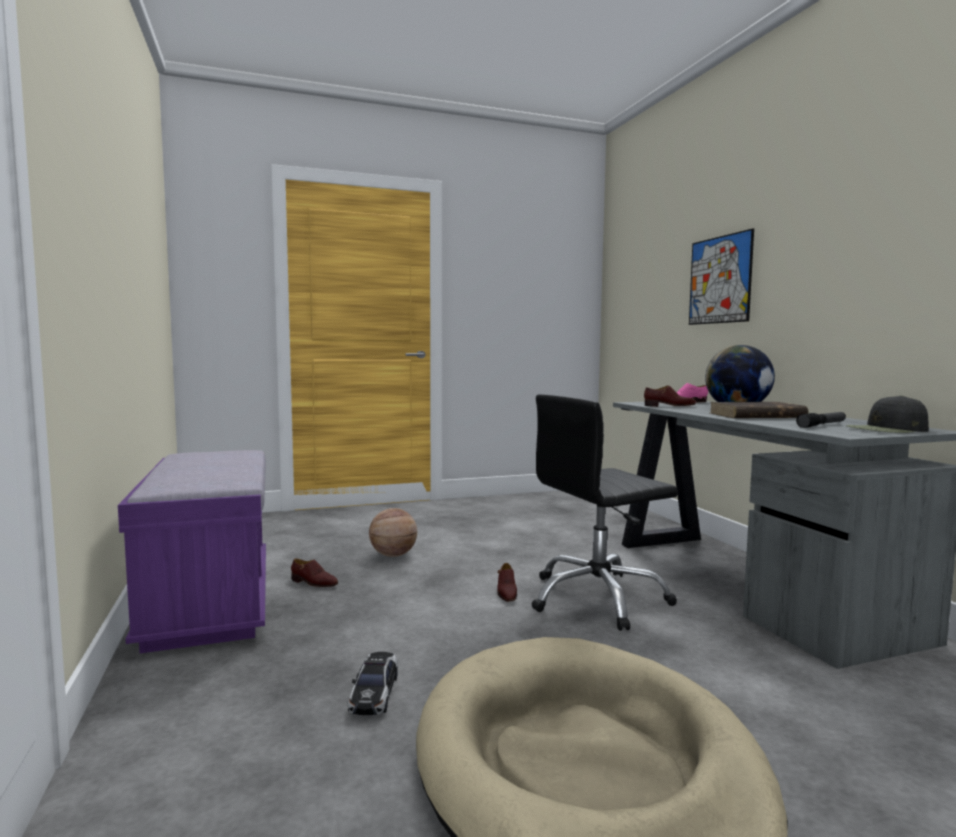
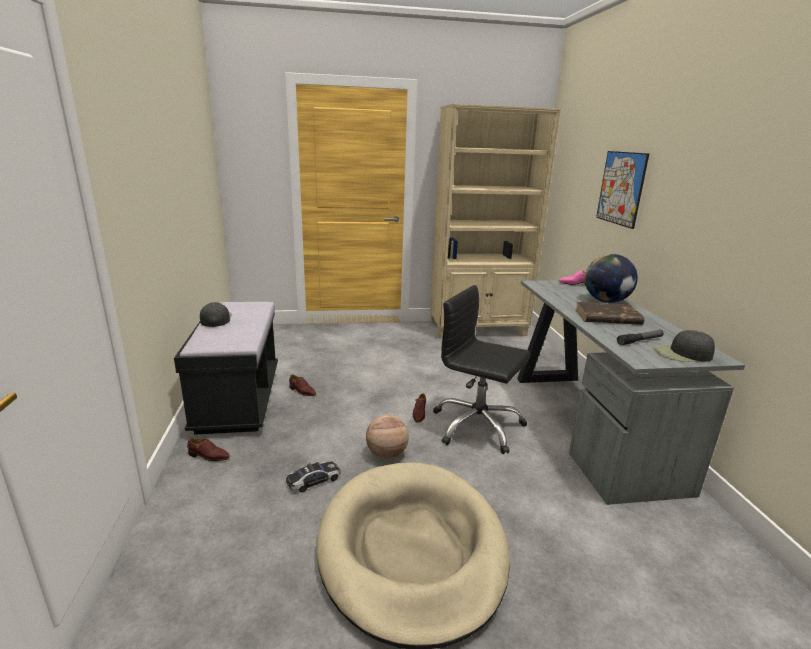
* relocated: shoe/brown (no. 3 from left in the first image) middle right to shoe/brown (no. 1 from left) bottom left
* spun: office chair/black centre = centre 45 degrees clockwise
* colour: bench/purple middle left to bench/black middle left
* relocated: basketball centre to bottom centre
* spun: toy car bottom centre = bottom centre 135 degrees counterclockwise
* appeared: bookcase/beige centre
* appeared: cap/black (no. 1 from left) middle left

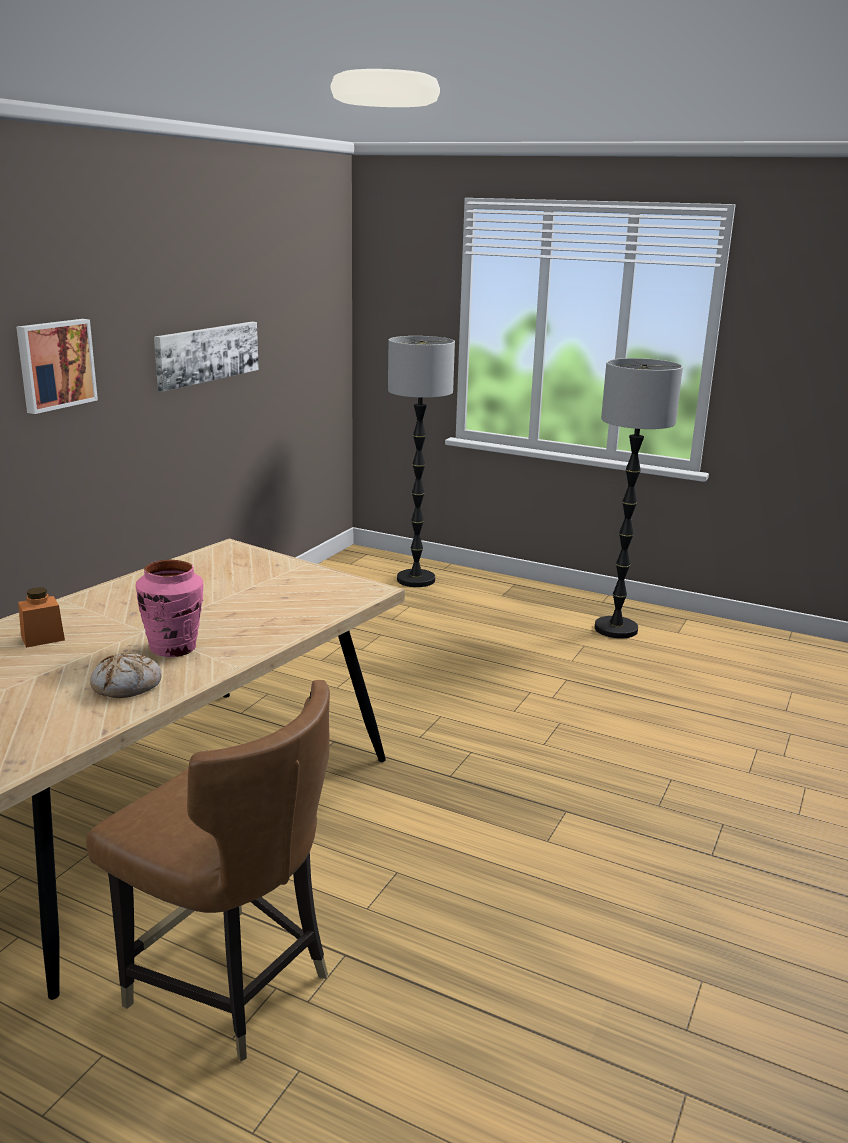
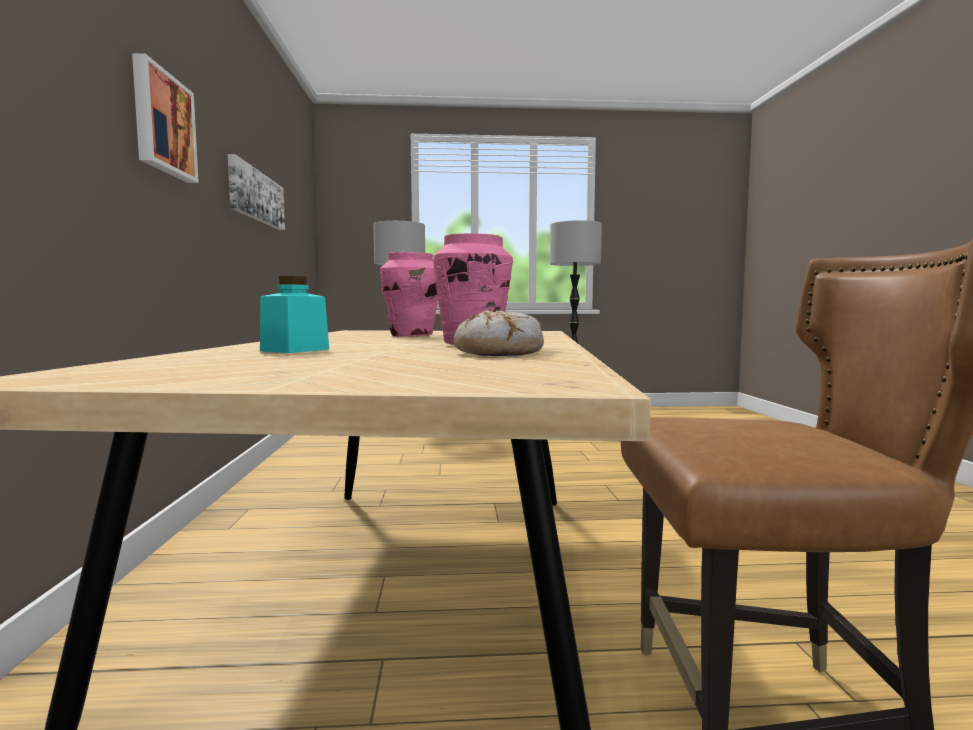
* colour: jar/orange middle left to jar/turquoise middle left
* appeared: vase/pink (no. 1 from left) centre

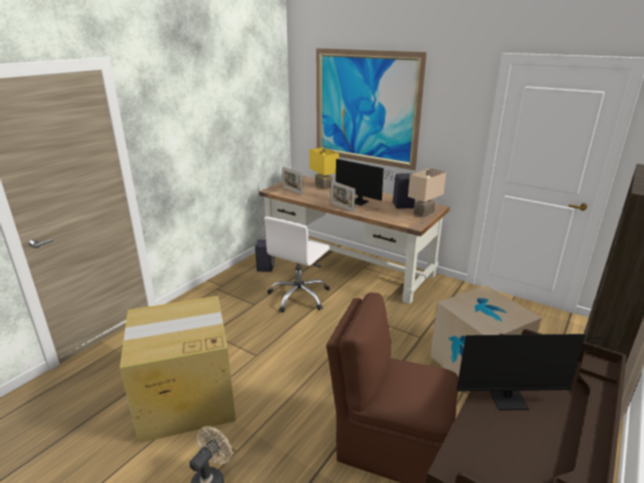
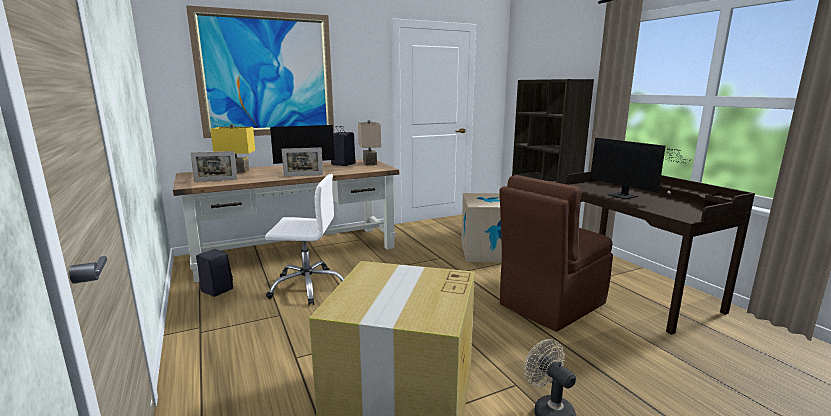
* spun: office chair/white centre = centre 60 degrees counterclockwise
* spun: monitor (no. 2 from left) bottom right = middle right 120 degrees clockwise

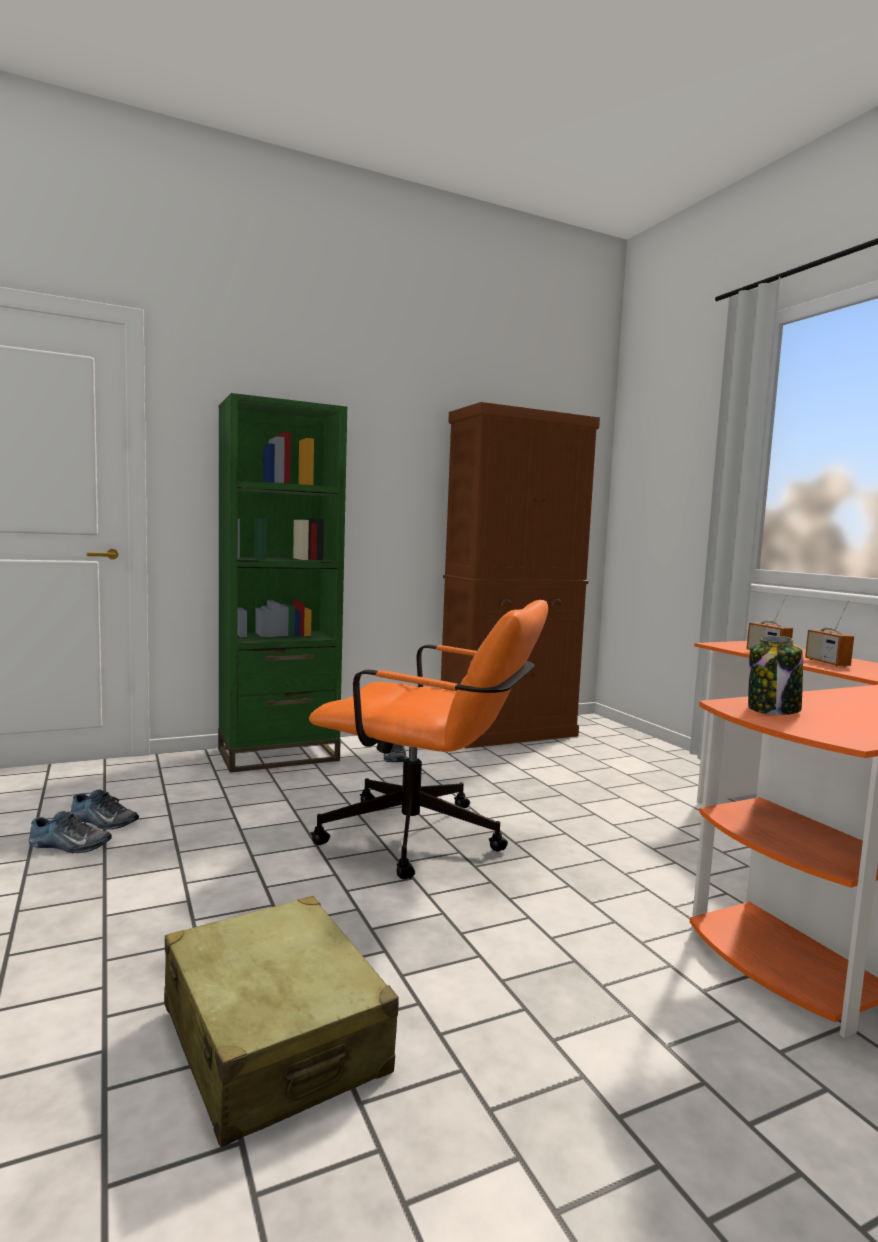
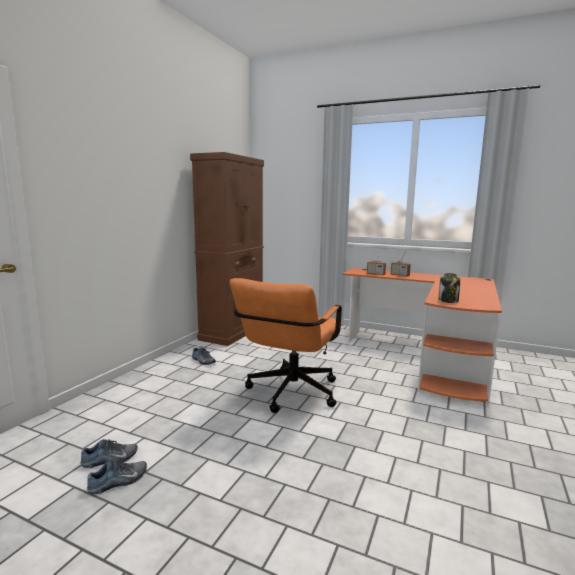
* missing: bookcase/green middle left
* spun: office chair/orange centre = centre 135 degrees clockwise
* missing: suitcase/beige bottom left

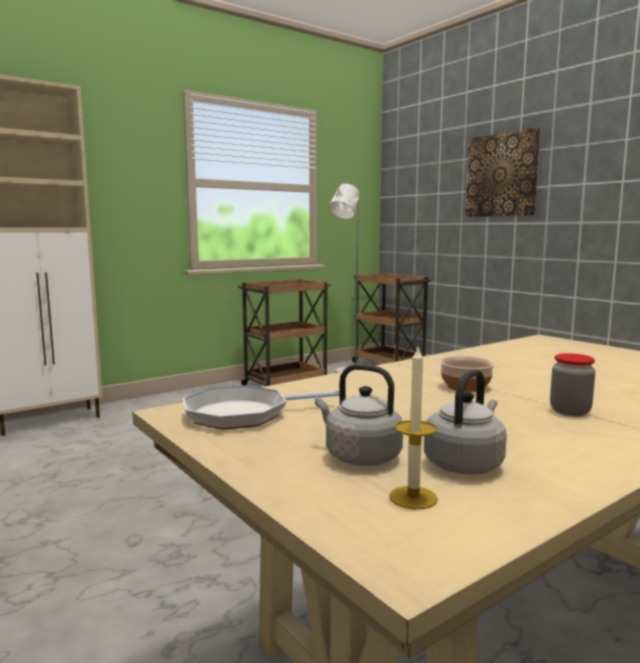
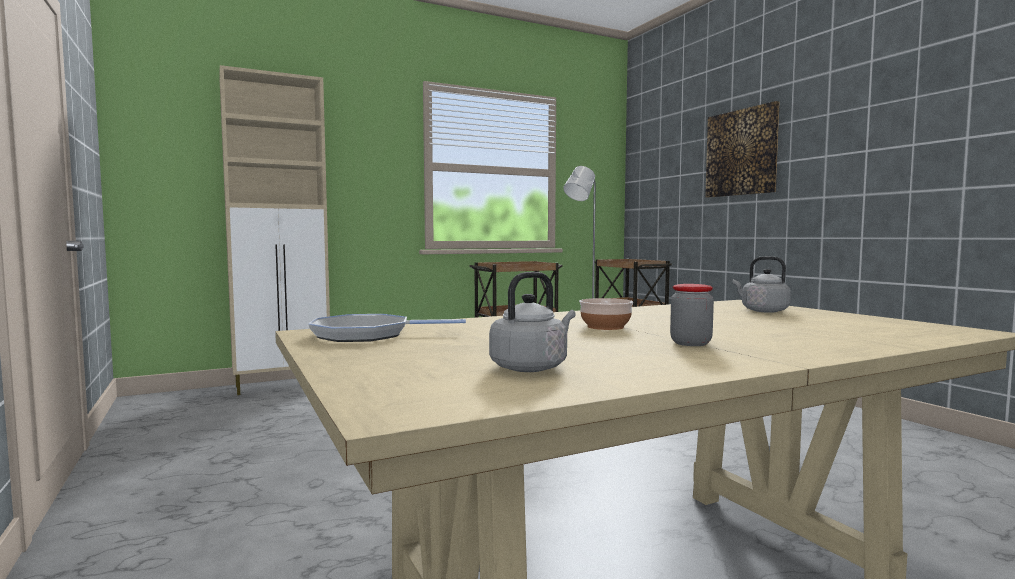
* missing: candle centre
* relocated: kettle/grey (no. 1 from left in the first image) centre to kettle/grey (no. 2 from left) middle right

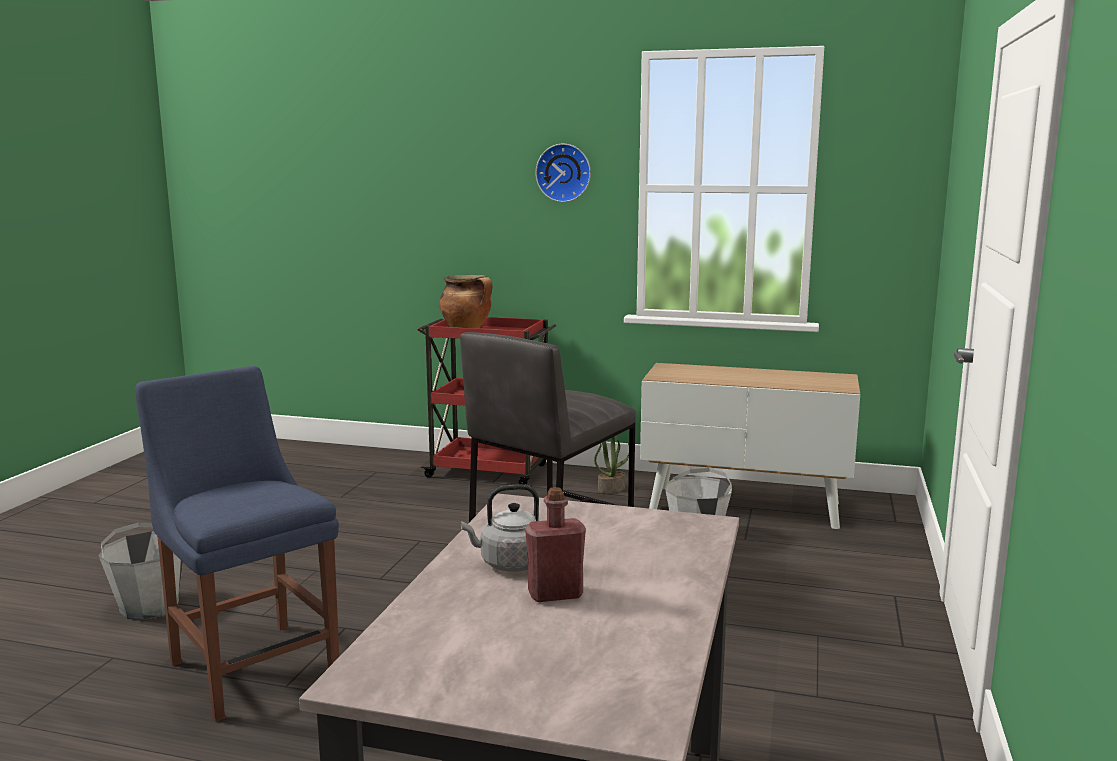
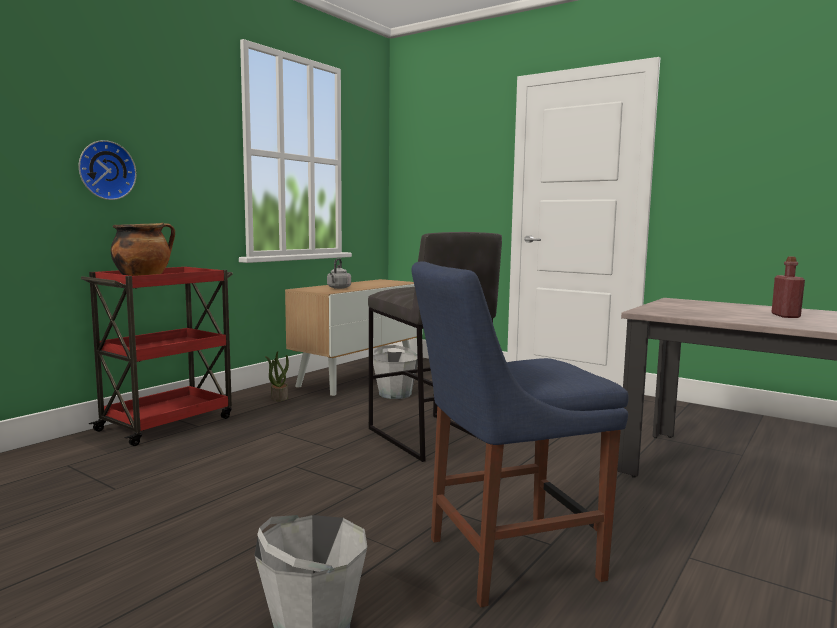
* relocated: wall clock top centre to top left
* relocated: kettle/grey bottom centre to centre

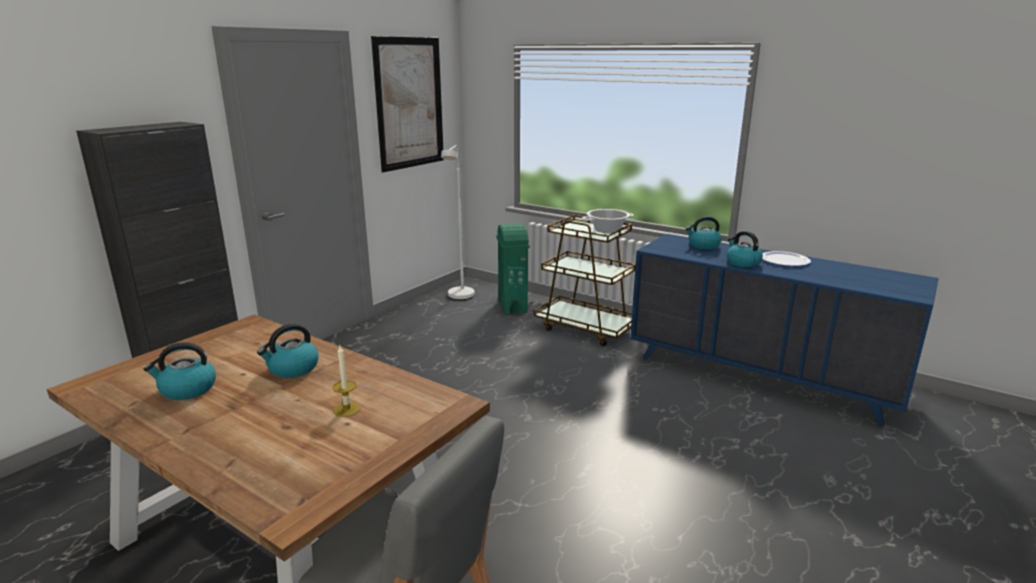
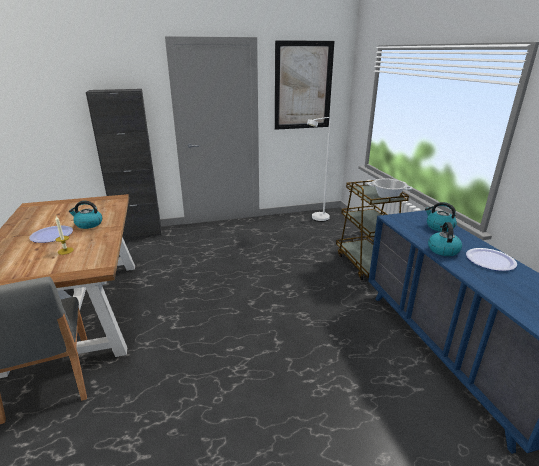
* missing: trash can/green centre
* missing: kettle (no. 1 from left) middle left
* appeared: plate (no. 1 from left) middle left

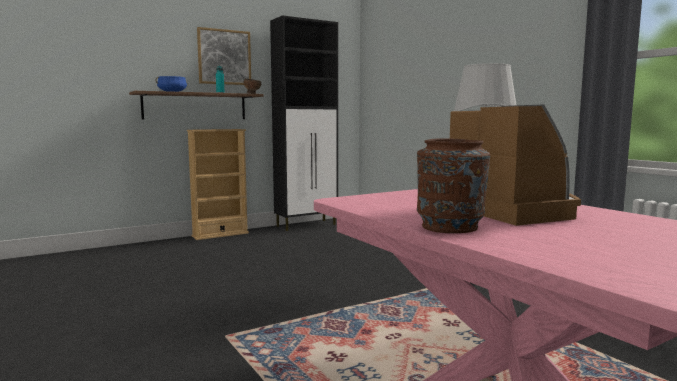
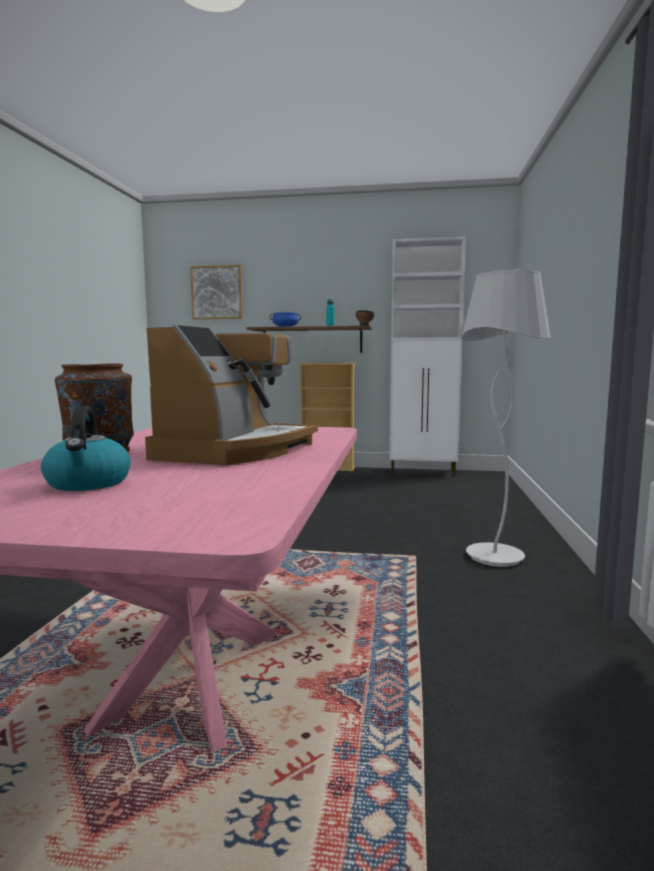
* colour: cabinet/black top centre to cabinet/white centre
* relocated: picture top left to middle left
* appeared: kettle middle left

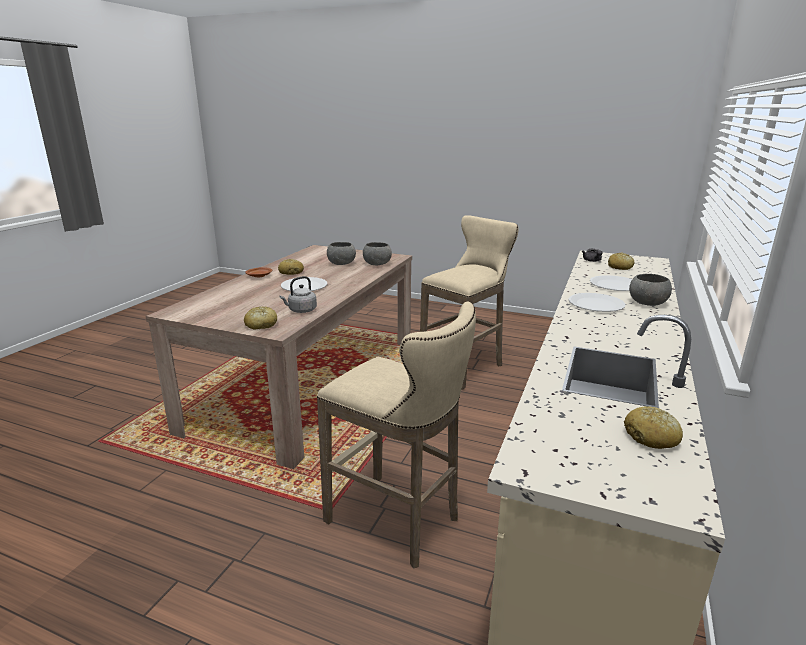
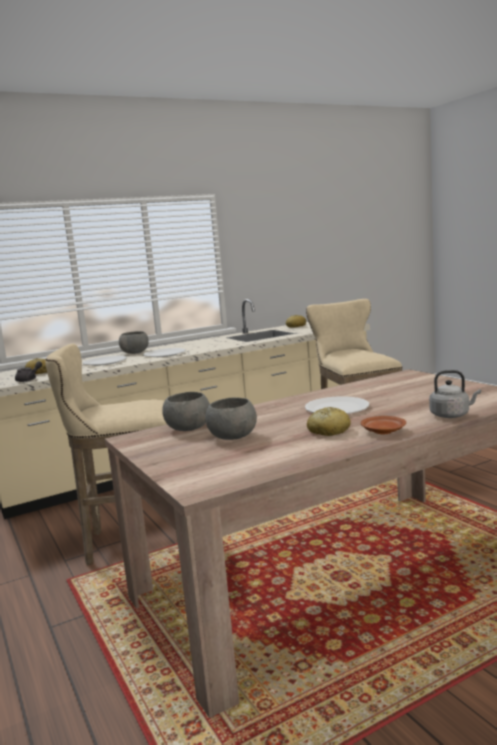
* relocated: kettle/grey centre to middle right
* missing: bread (no. 1 from left) middle left

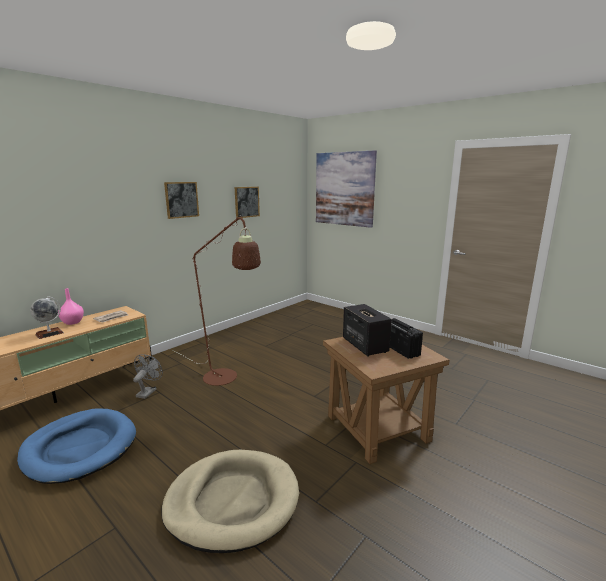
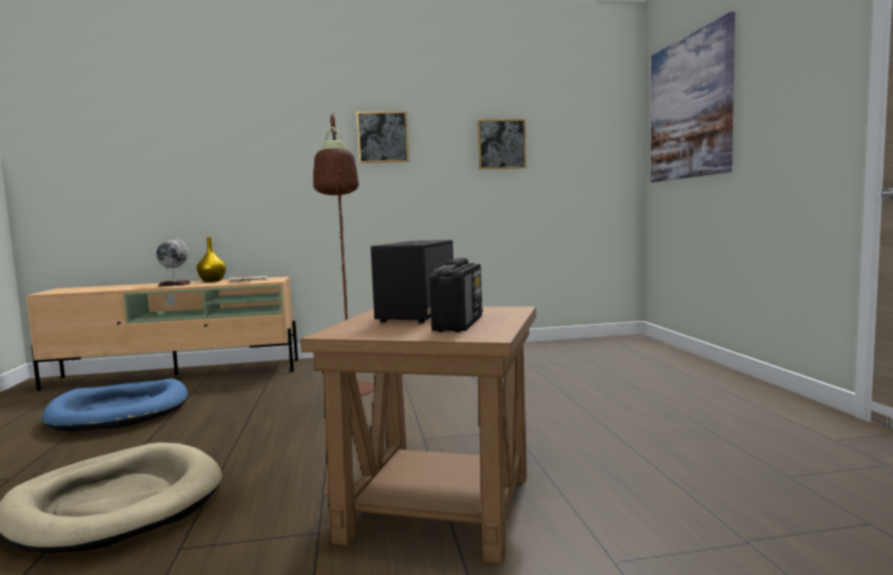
* colour: vase/pink middle left to vase/yellow middle left
* missing: fan/grey middle left

